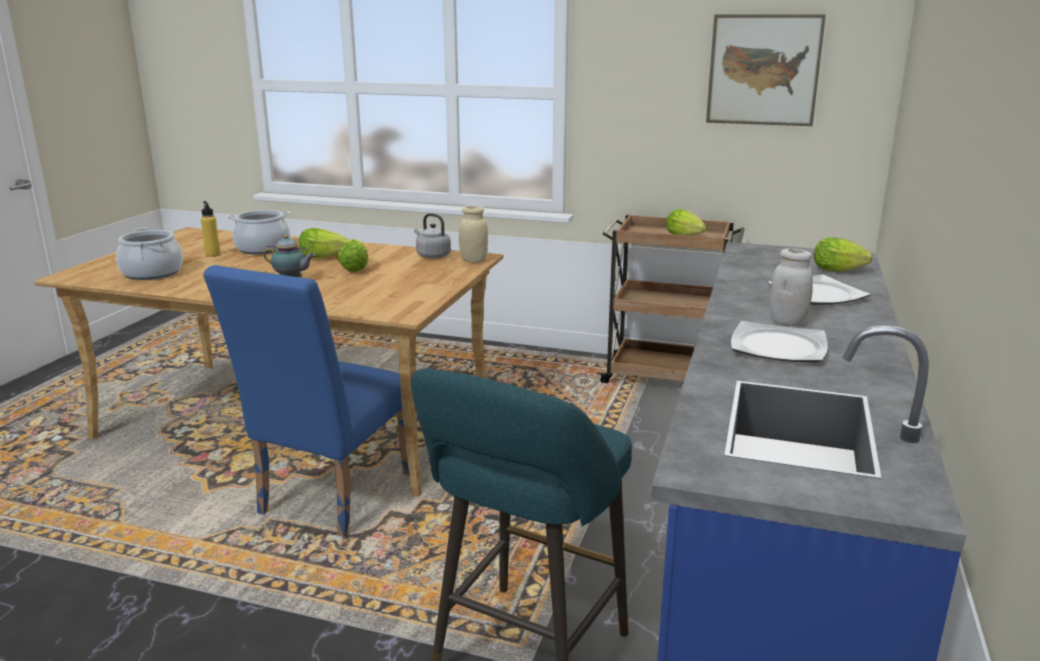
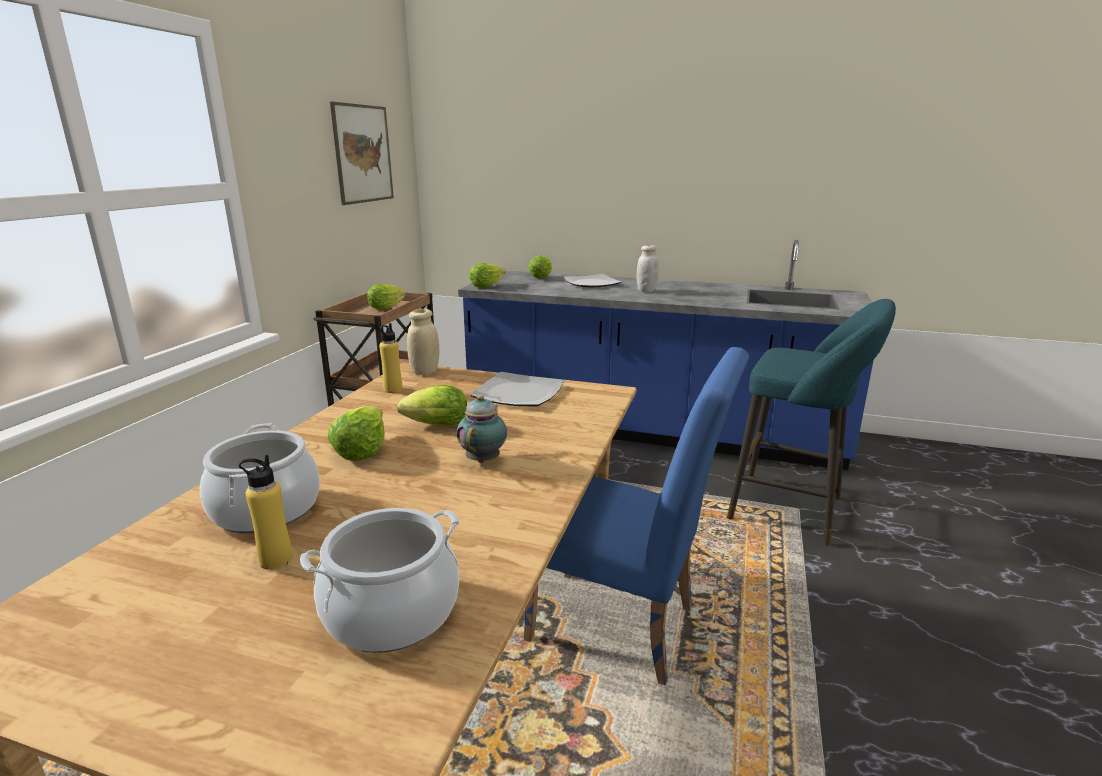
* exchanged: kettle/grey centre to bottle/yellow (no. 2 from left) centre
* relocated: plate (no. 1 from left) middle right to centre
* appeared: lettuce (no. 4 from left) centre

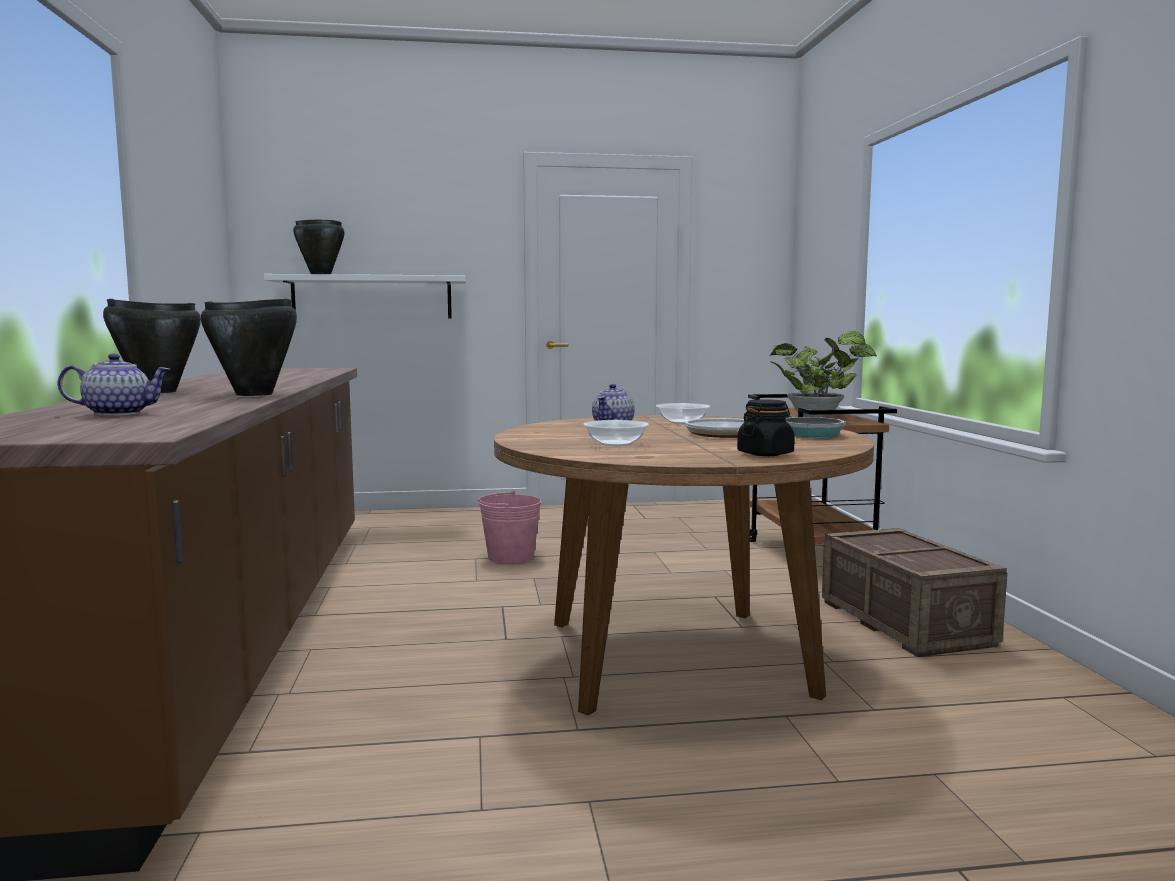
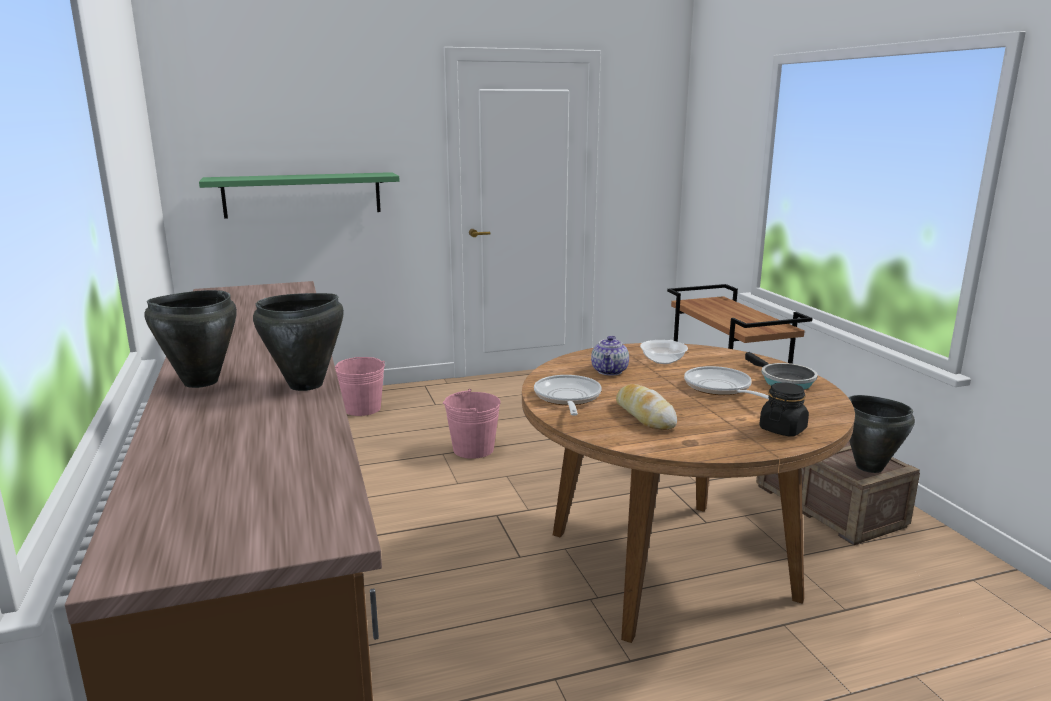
* relocated: cooking pot/black (no. 3 from left) top left to middle right
* colour: shelf/white middle left to shelf/green top left
* missing: potted plant middle right
* missing: teapot (no. 1 from left) middle left
* exchanged: bowl (no. 1 from left) centre to bread centre
* appeared: bucket/pink (no. 1 from left) centre
* appeared: frying pan (no. 1 from left) centre

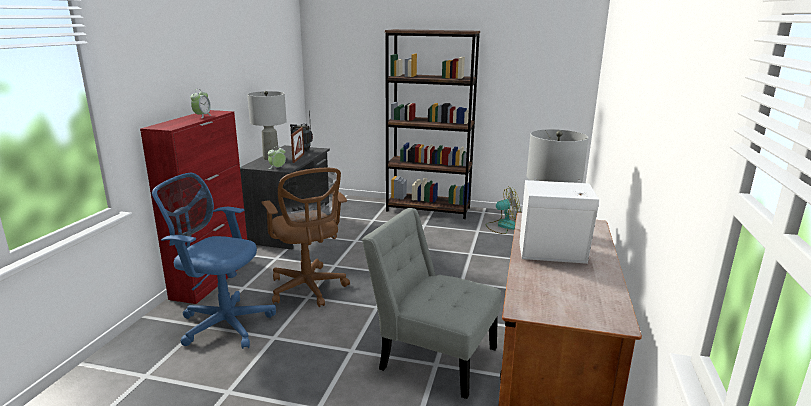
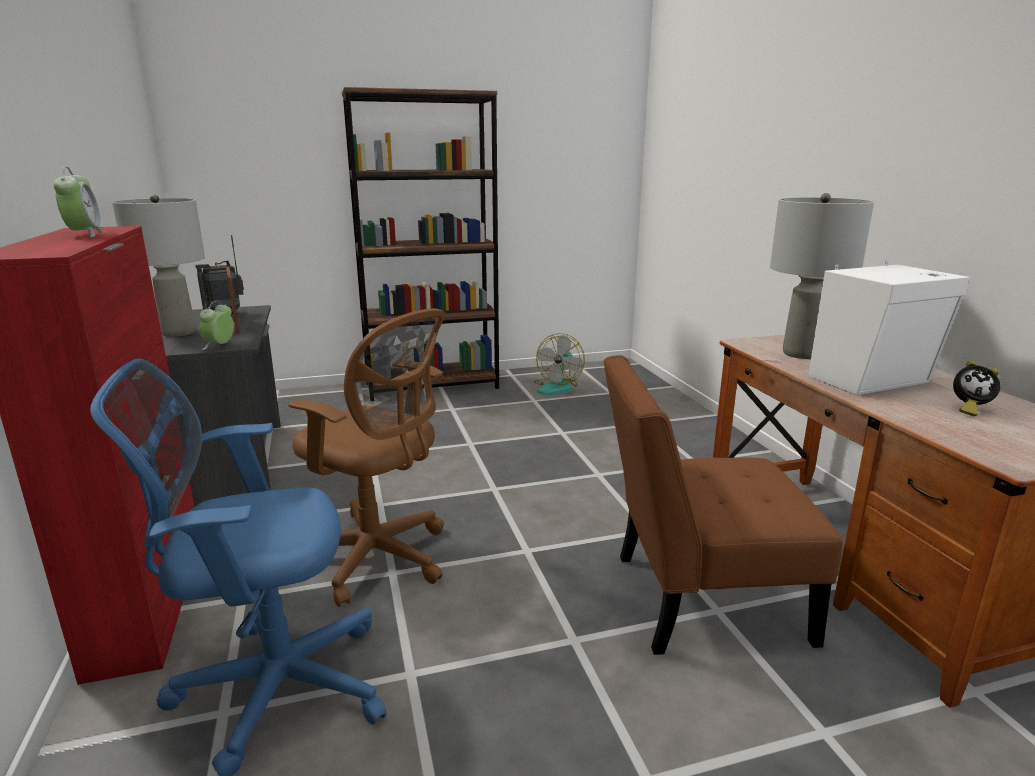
* spun: fan centre = centre 150 degrees clockwise
* colour: chair/grey bottom centre to chair/brown middle right
* appeared: alarm clock (no. 3 from left) middle right

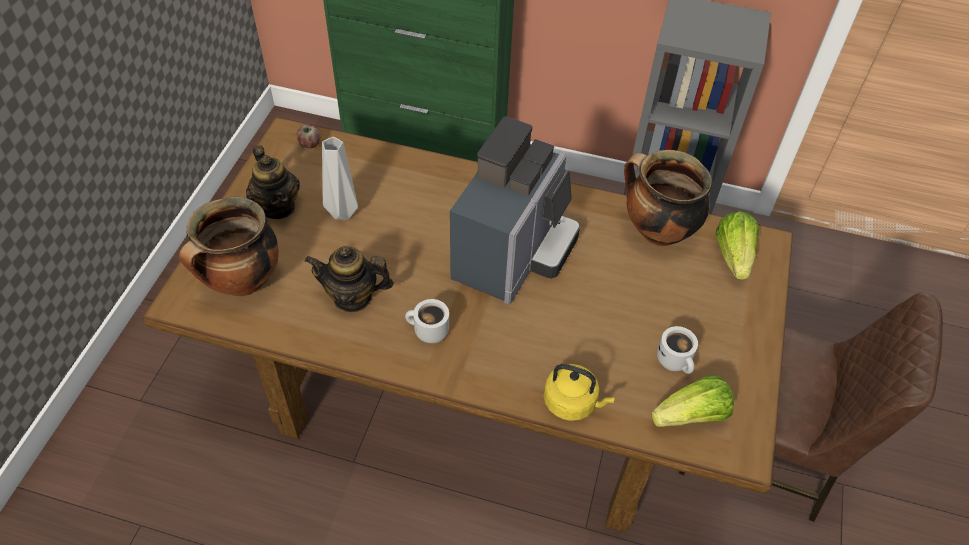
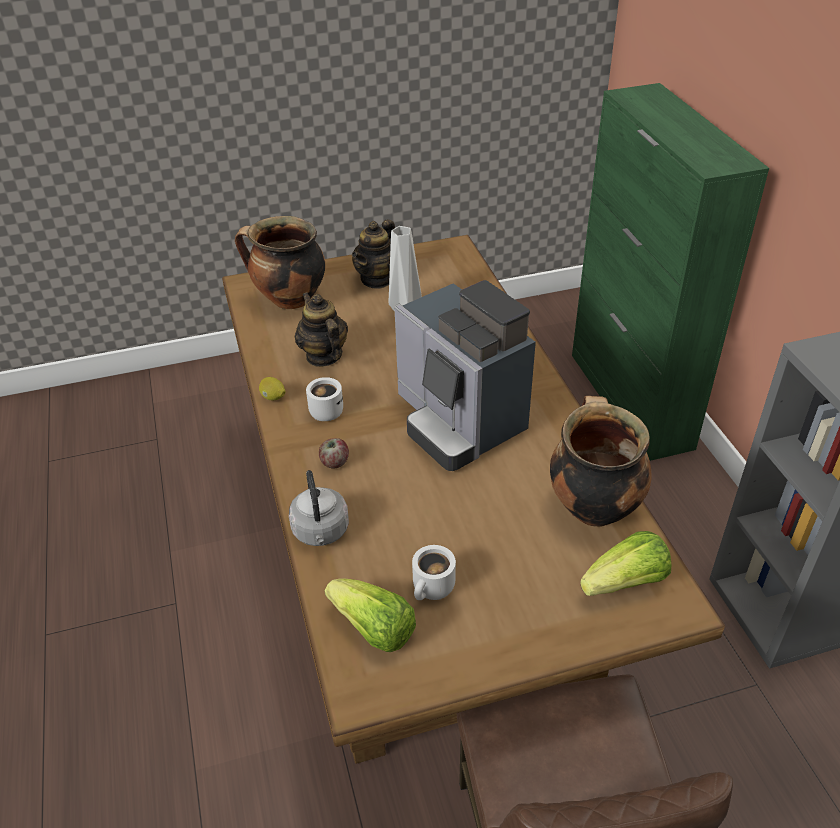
* spun: coffee machine centre = centre 60 degrees clockwise
* relocated: apple top left to centre
* colour: kettle/yellow bottom centre to kettle/grey centre
* appeared: lemon middle left

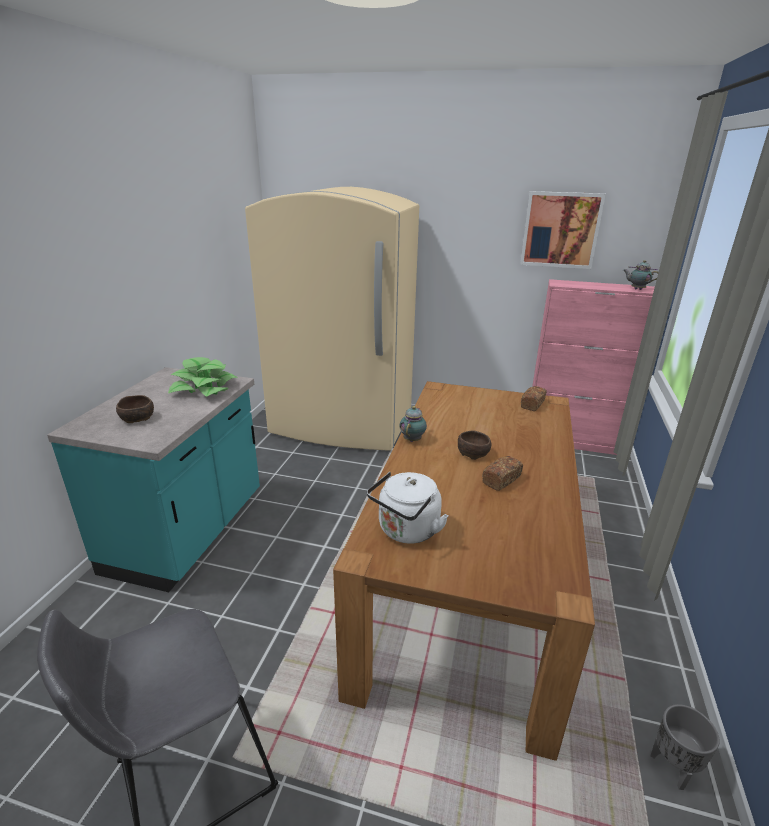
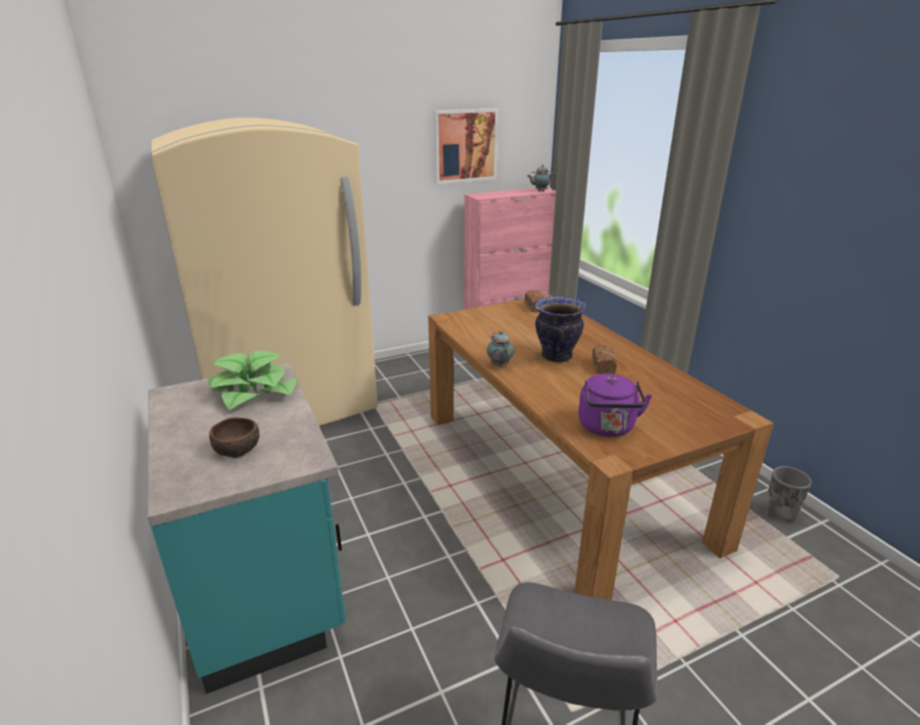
* exchanged: bowl/brown (no. 2 from left) centre to vase centre
* colour: kettle/white centre to kettle/purple middle right

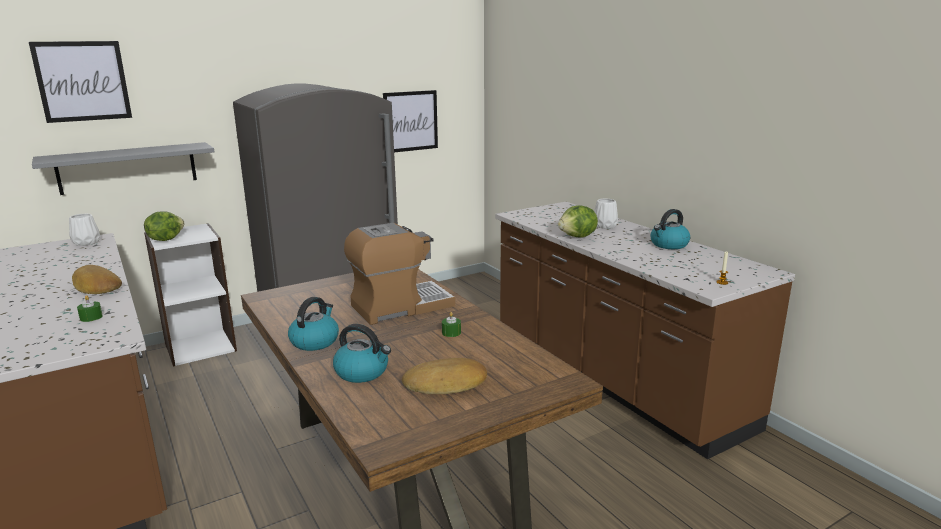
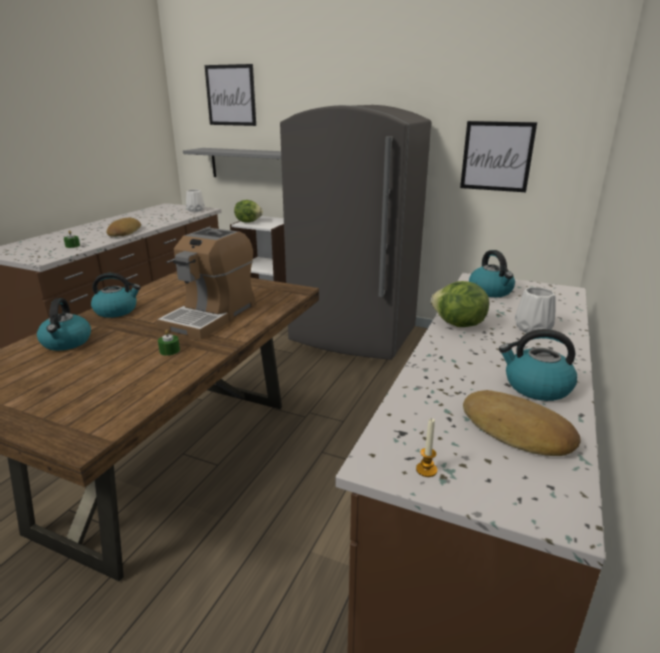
* spun: coffee machine centre = middle left 90 degrees clockwise
* relocated: bread (no. 2 from left) bottom centre to middle right
* appeared: kettle (no. 3 from left) middle right

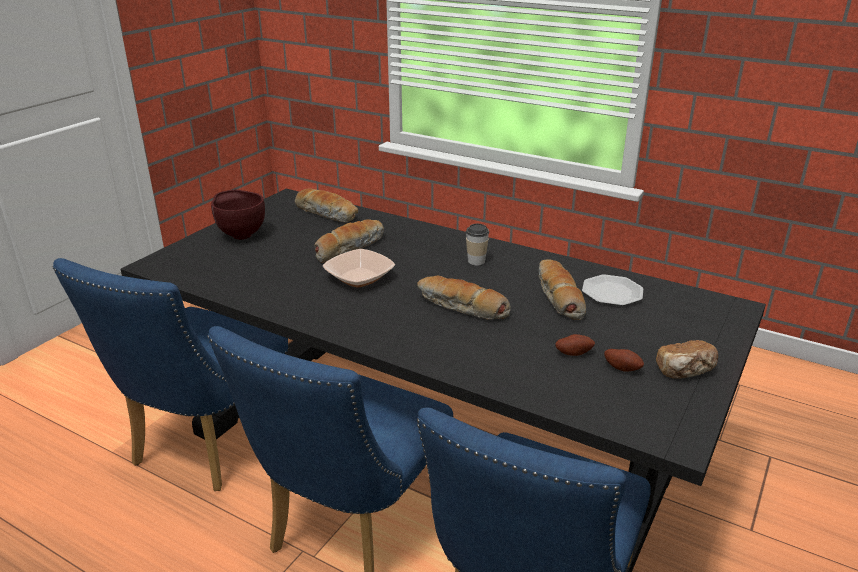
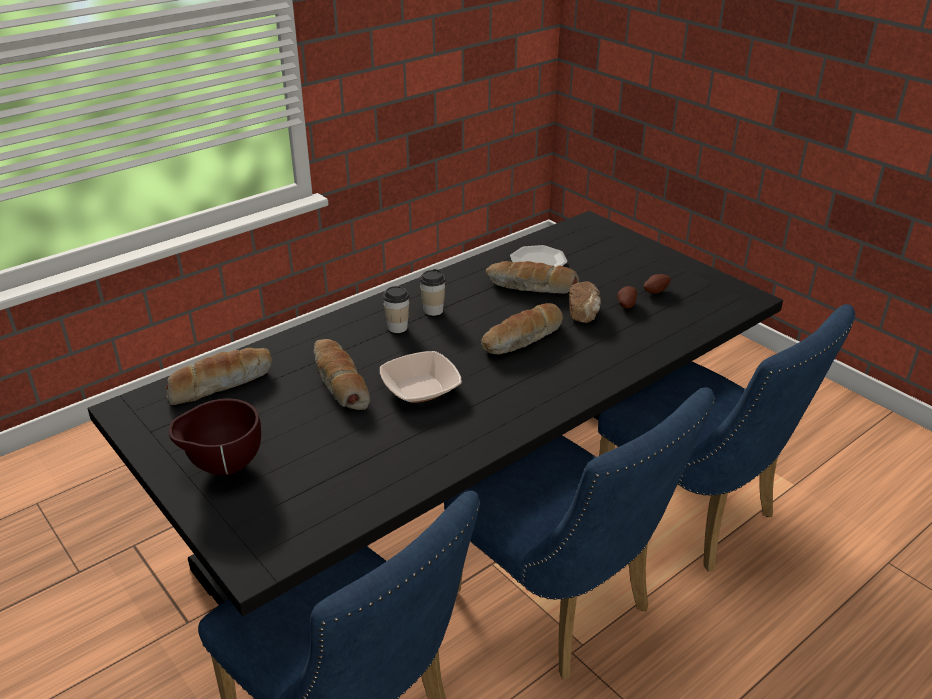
* relocated: bread (no. 5 from left) middle right to centre
* appeared: cup (no. 1 from left) centre

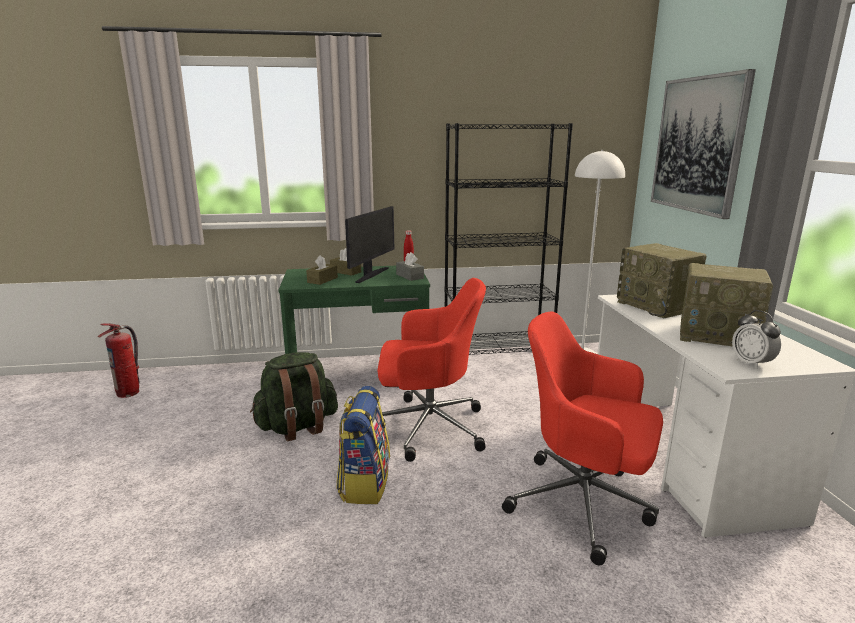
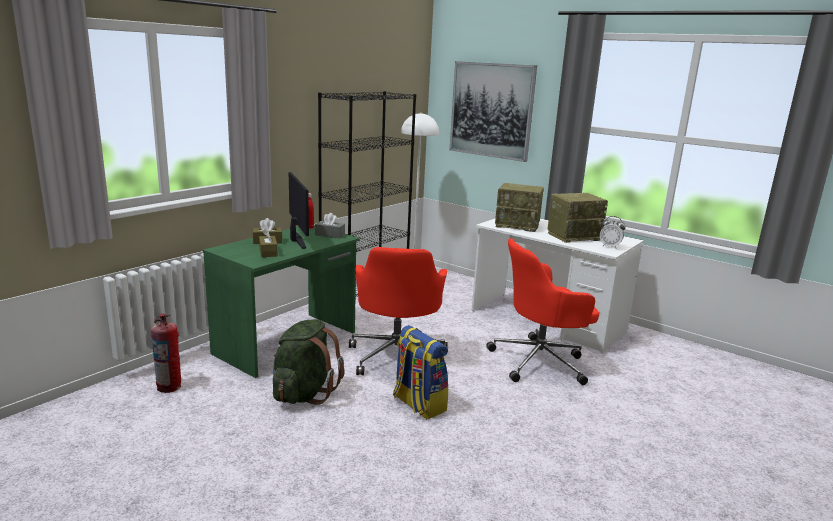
* spun: office chair/red (no. 1 from left) centre = centre 135 degrees clockwise
* relocated: fire extinguisher middle left to bottom left

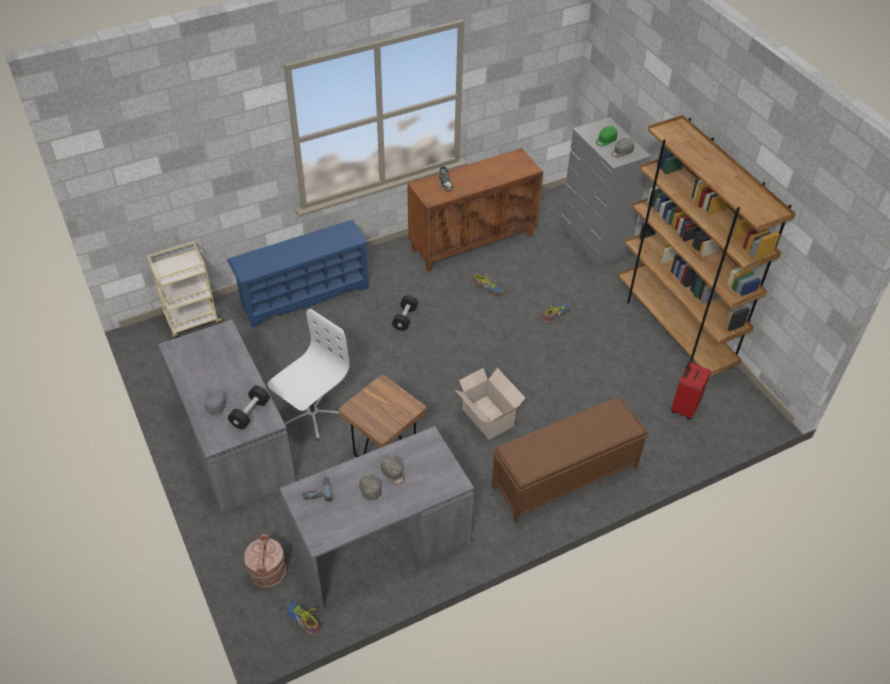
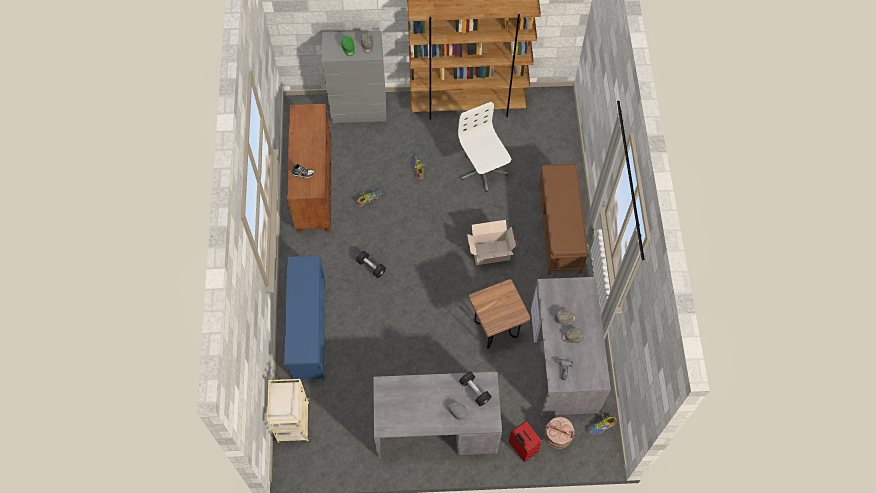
* relocated: office chair/white centre to top centre
* relocated: suitcase/red middle right to bottom centre

